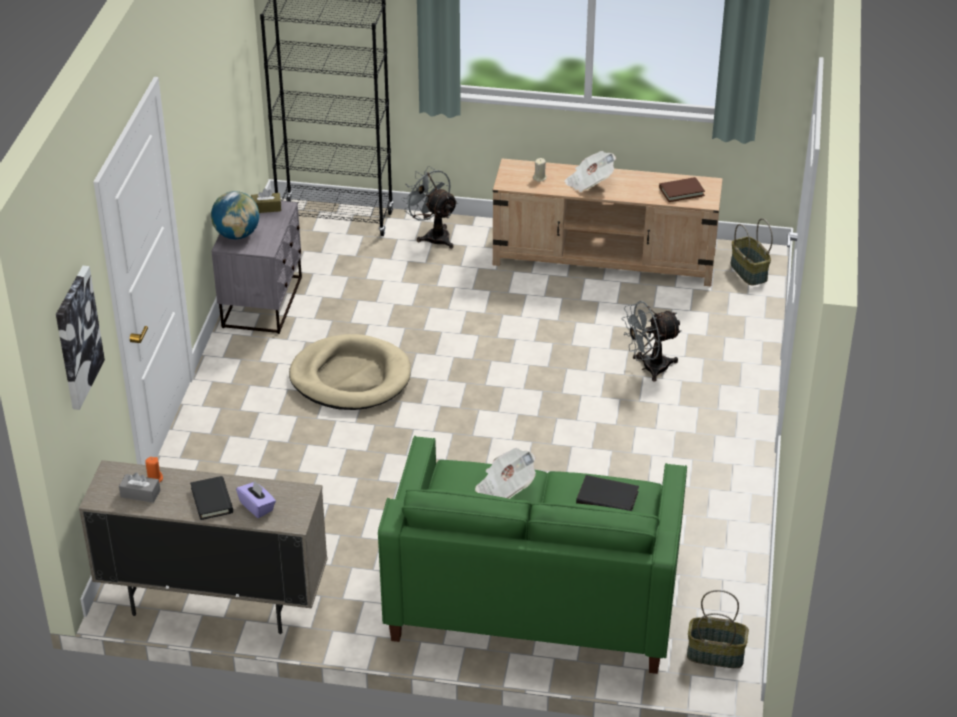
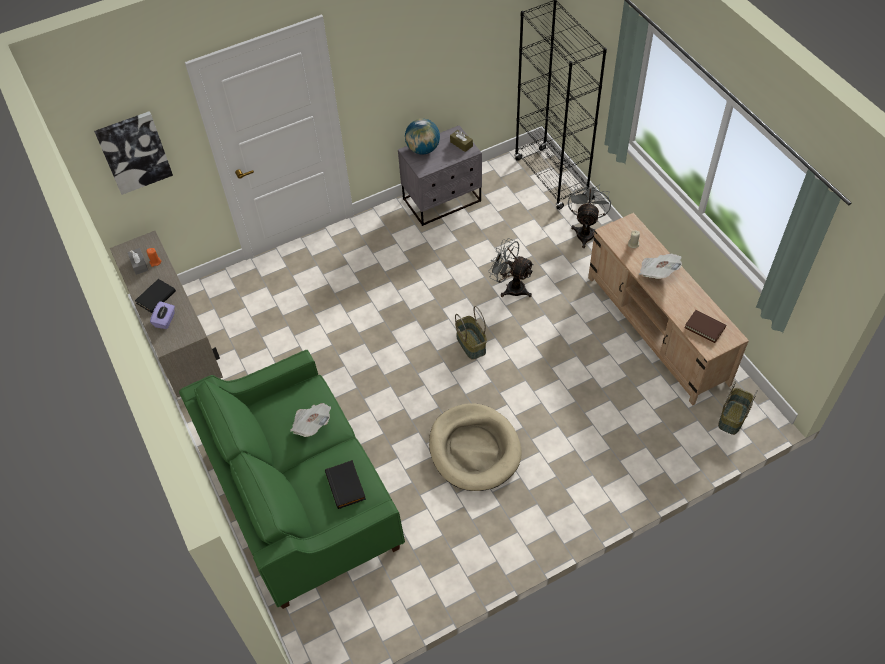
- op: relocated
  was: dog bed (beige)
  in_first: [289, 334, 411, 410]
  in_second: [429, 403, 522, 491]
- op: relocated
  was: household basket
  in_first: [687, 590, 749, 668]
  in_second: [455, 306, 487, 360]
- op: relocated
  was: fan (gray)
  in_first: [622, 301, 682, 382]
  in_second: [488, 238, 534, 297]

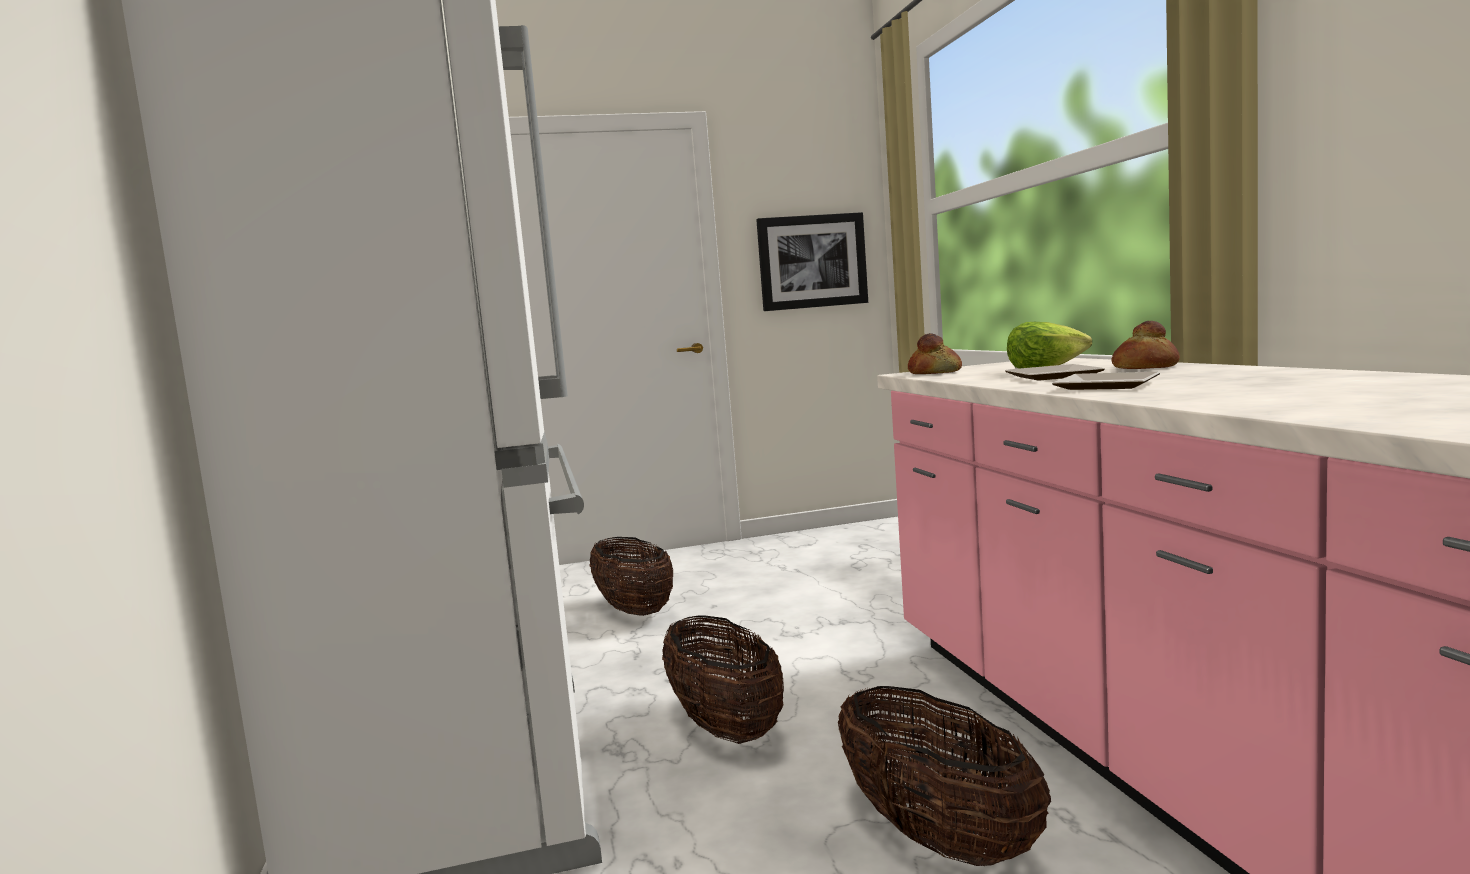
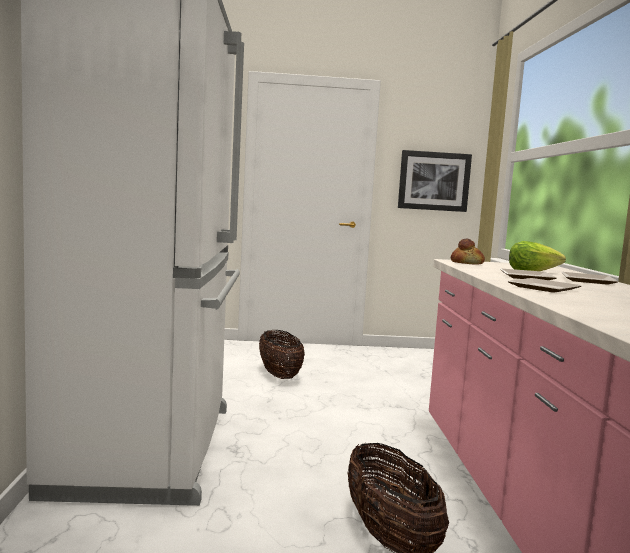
- op: exchanged
  was: bakery bread
  now: plate
  in_first: [1112, 321, 1180, 369]
  in_second: [562, 272, 618, 285]
- op: missing
  was: household basket
  in_first: [662, 615, 784, 744]

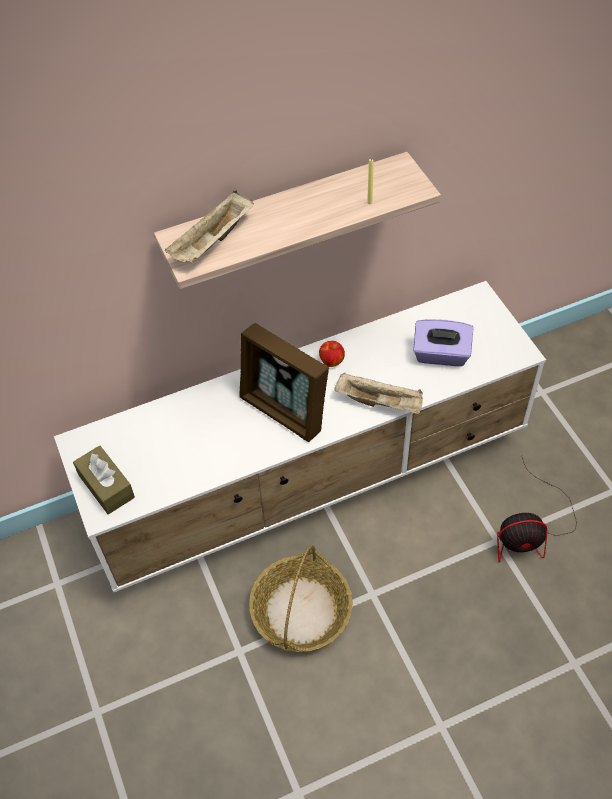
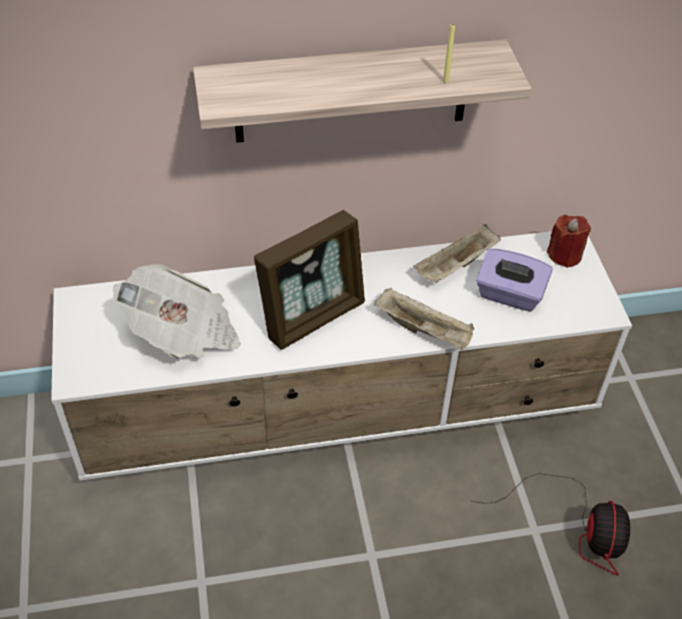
- op: appeared
  now: daily paper
  in_second: [113, 264, 241, 358]
- op: spun
  was: standing frame
  in_first: [239, 323, 329, 442]
  in_second: [254, 210, 365, 350]
  clockwise: -90
- op: relocated
  was: tray (beige)
  in_first: [165, 191, 254, 263]
  in_second: [413, 224, 501, 283]
- op: spun
  was: fan
  in_first: [497, 457, 577, 562]
  in_second: [471, 473, 630, 576]
  clockwise: -90
- op: appeared
  now: wax candle (red-coloured)
  in_second: [547, 215, 591, 268]
- op: missing
  was: box of tissues (brown-coloured)
  in_first: [73, 446, 135, 514]
- op: missing
  was: household basket
  in_first: [249, 545, 352, 652]
- op: missing
  was: apple
  in_first: [319, 341, 345, 367]

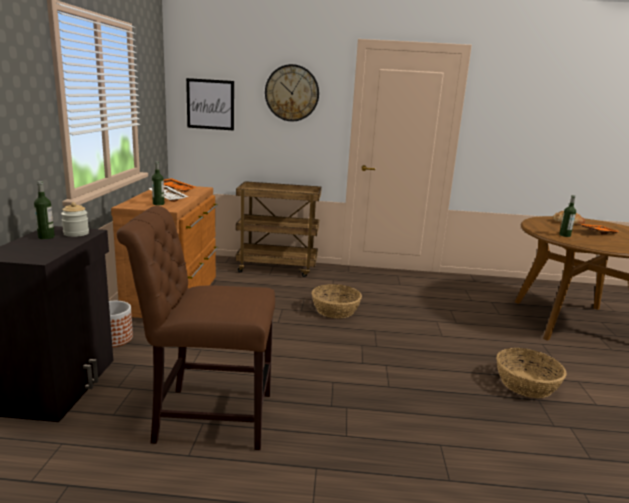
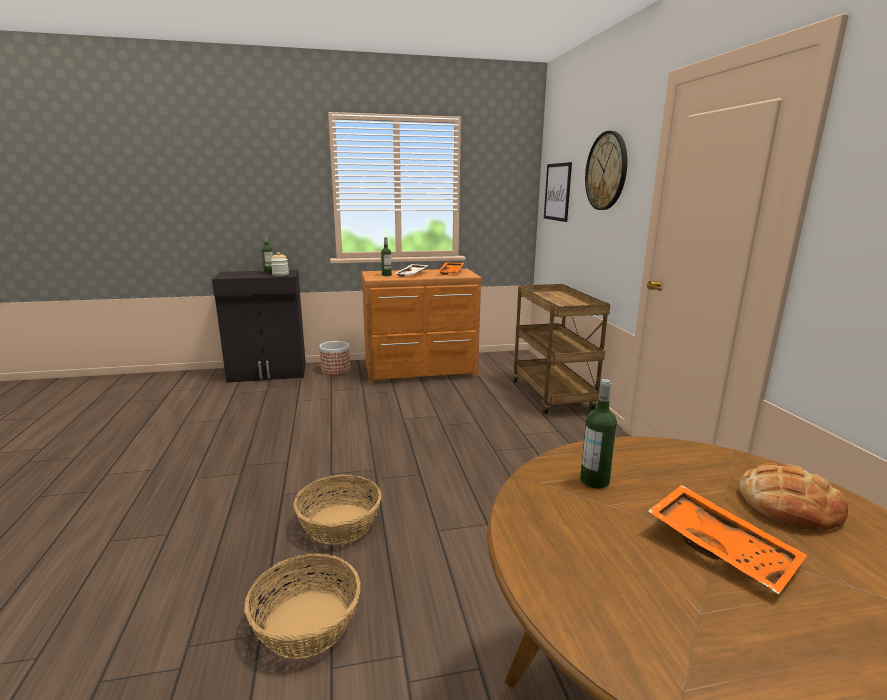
- op: relocated
  was: household basket
  in_first: [312, 284, 362, 318]
  in_second: [294, 475, 382, 545]
- op: missing
  was: chair (brown-coloured)
  in_first: [117, 206, 275, 450]

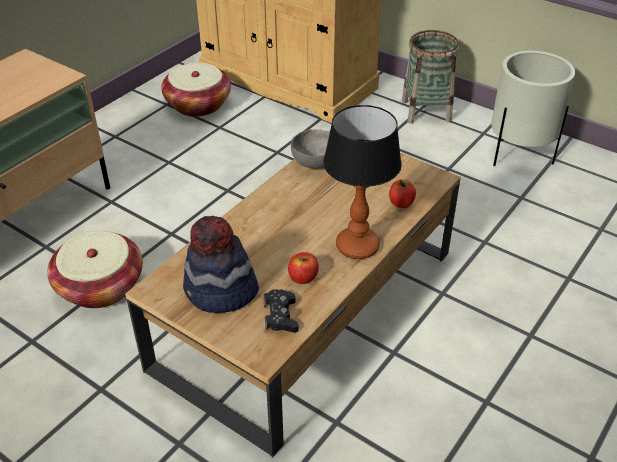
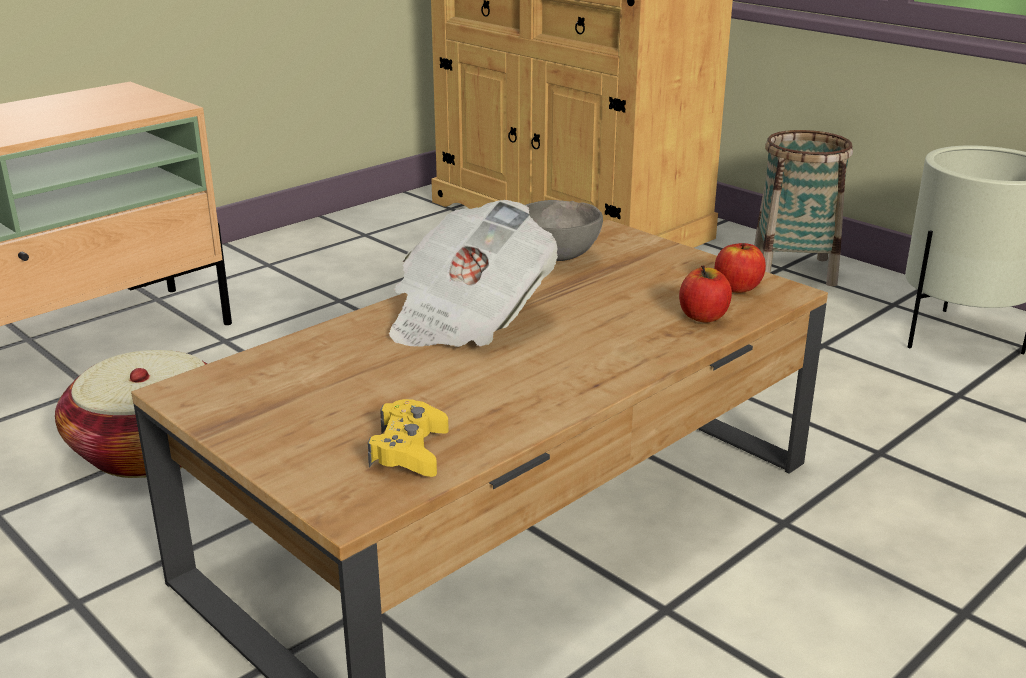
- op: colour
  was: gamepad (black)
  now: gamepad (yellow-coloured)
  in_first: [263, 289, 299, 333]
  in_second: [368, 399, 449, 477]
- op: appeared
  now: daily paper
  in_second: [389, 200, 558, 347]
- op: relocated
  was: apple
  in_first: [288, 252, 319, 284]
  in_second: [715, 243, 766, 293]
- op: missing
  was: household basket
  in_first: [161, 62, 231, 117]
- op: missing
  was: clothing hat
  in_first: [183, 216, 259, 313]
- op: missing
  was: tabletop lamp
  in_first: [323, 105, 402, 259]

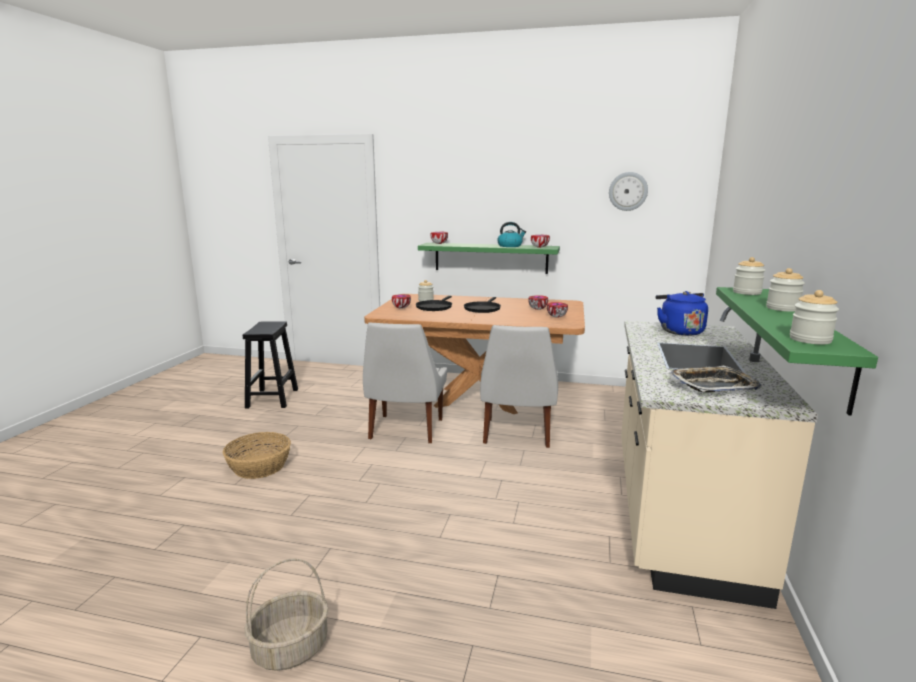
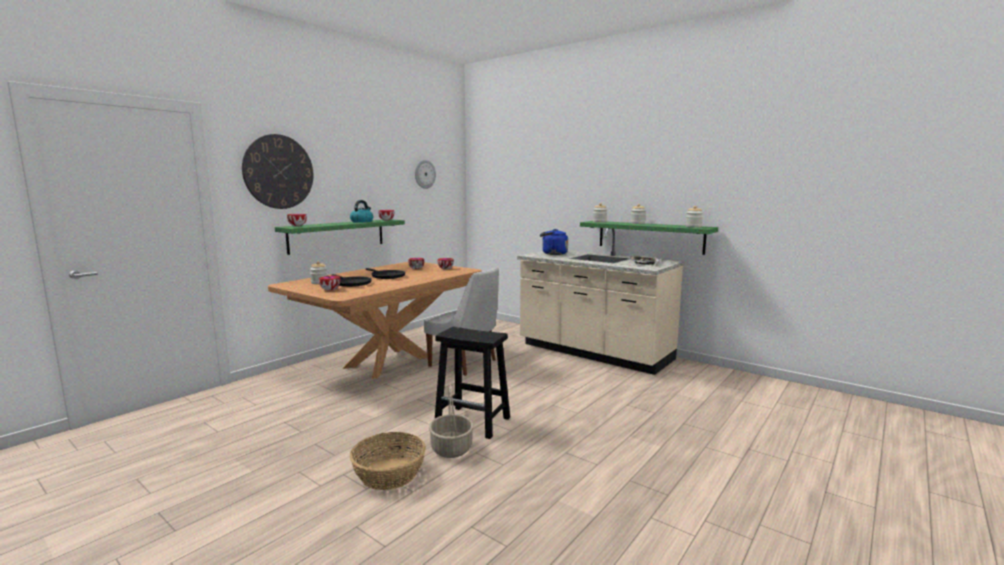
- op: appeared
  now: hanging clock
  in_second: [242, 134, 313, 209]
- op: relocated
  was: household basket
  in_first: [245, 558, 328, 671]
  in_second: [429, 384, 474, 458]
- op: relocated
  was: stool (black)
  in_first: [243, 321, 298, 408]
  in_second: [435, 327, 510, 439]
- op: missing
  was: chair (whitish)
  in_first: [363, 322, 447, 443]

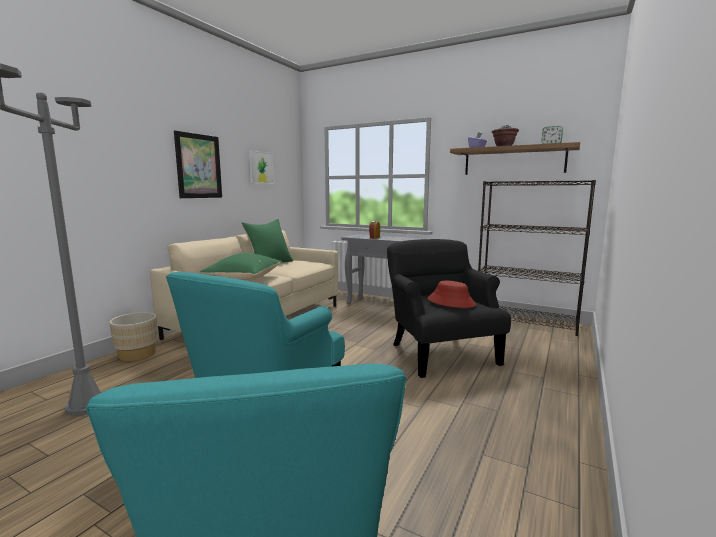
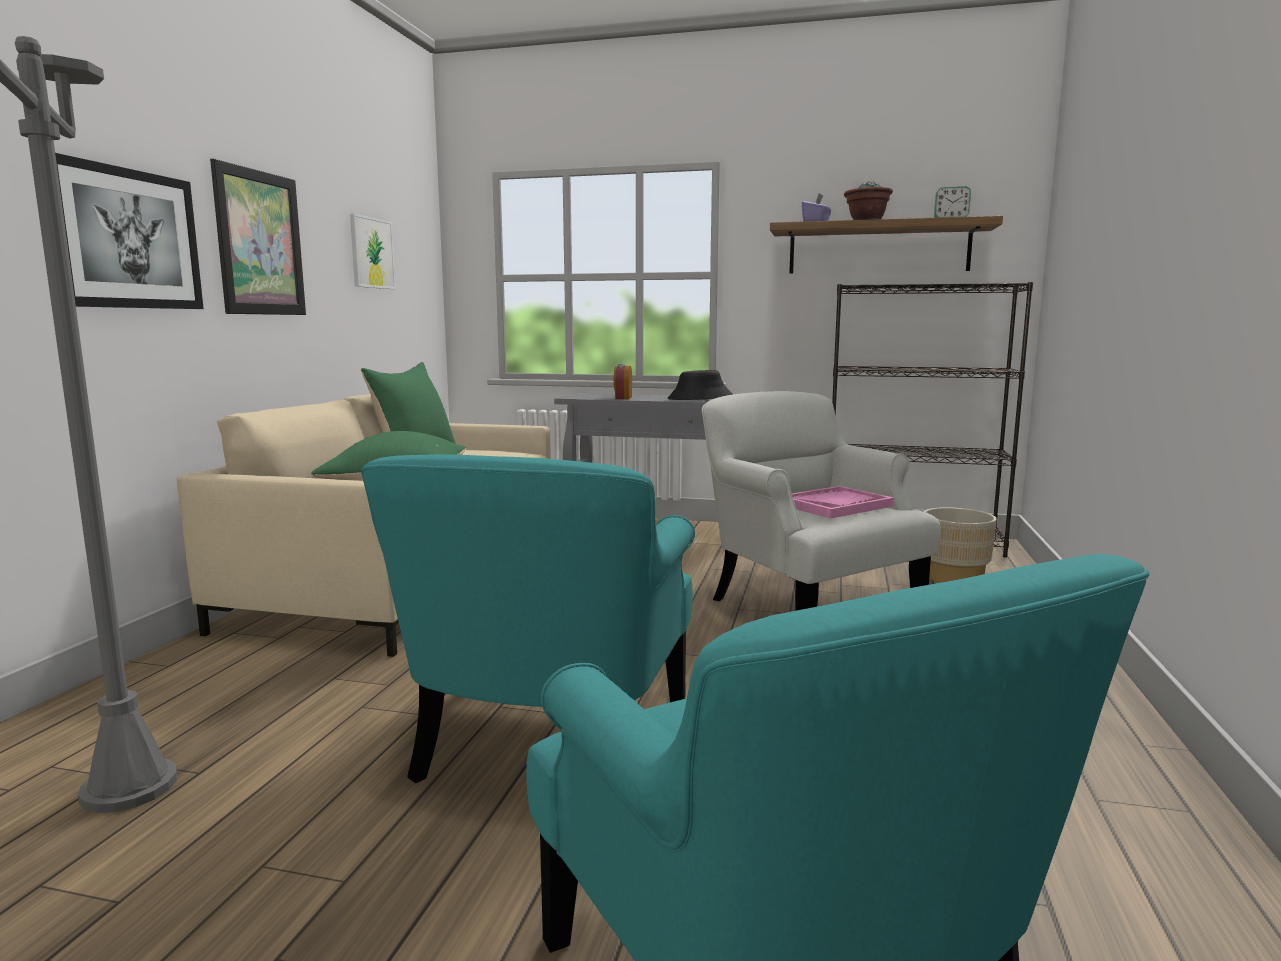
- op: appeared
  now: wall art
  in_second: [55, 153, 204, 309]
- op: appeared
  now: clothing hat (black)
  in_second: [668, 370, 733, 400]
- op: colour
  was: easy chair (black)
  now: easy chair (whitish)
  in_first: [387, 239, 511, 378]
  in_second: [702, 391, 941, 611]
- op: exchanged
  was: clothing hat (red-coloured)
  now: tray (pink-coloured)
  in_first: [427, 281, 476, 308]
  in_second: [792, 486, 894, 519]
- op: relocated
  was: flower pot (beige)
  in_first: [109, 312, 158, 361]
  in_second: [923, 507, 997, 583]

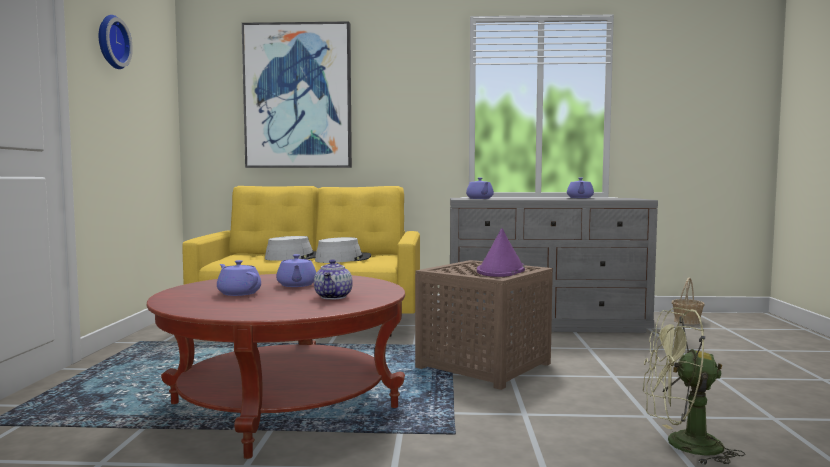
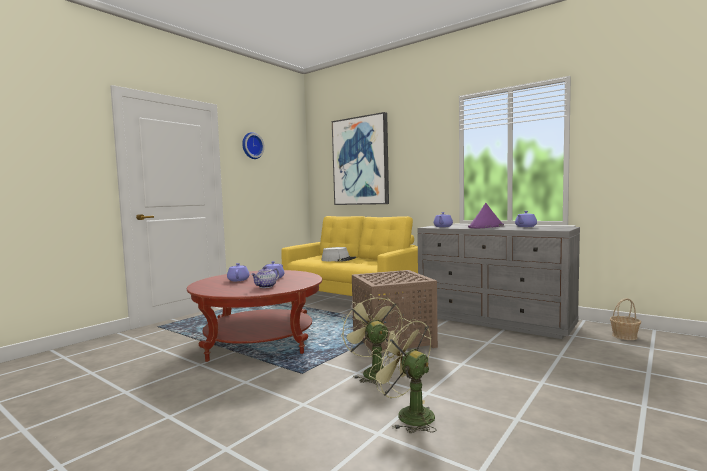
- op: appeared
  now: fan (greenish)
  in_second: [341, 294, 403, 385]
- op: relocated
  was: clothing hat (purple-coloured)
  in_first: [477, 228, 525, 277]
  in_second: [468, 203, 504, 228]
- op: missing
  was: clothing hat (gray)
  in_first: [315, 237, 371, 263]

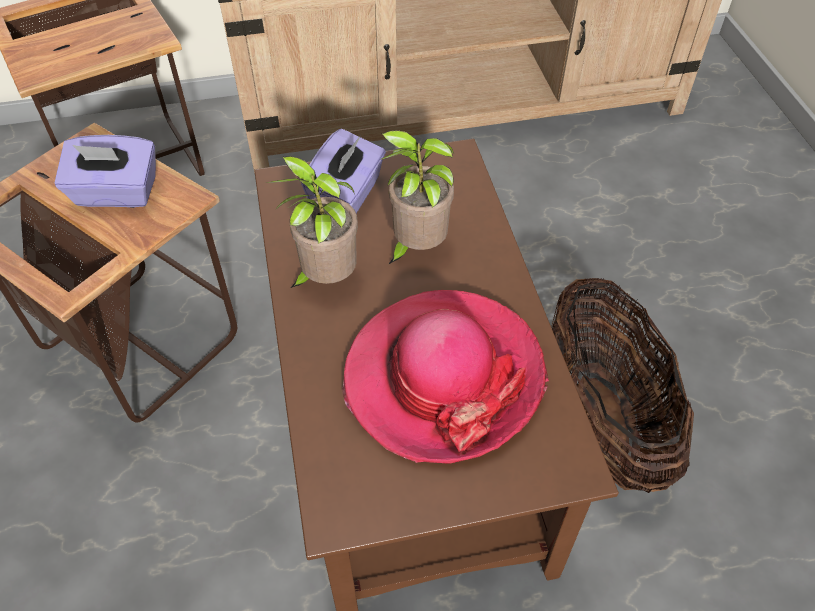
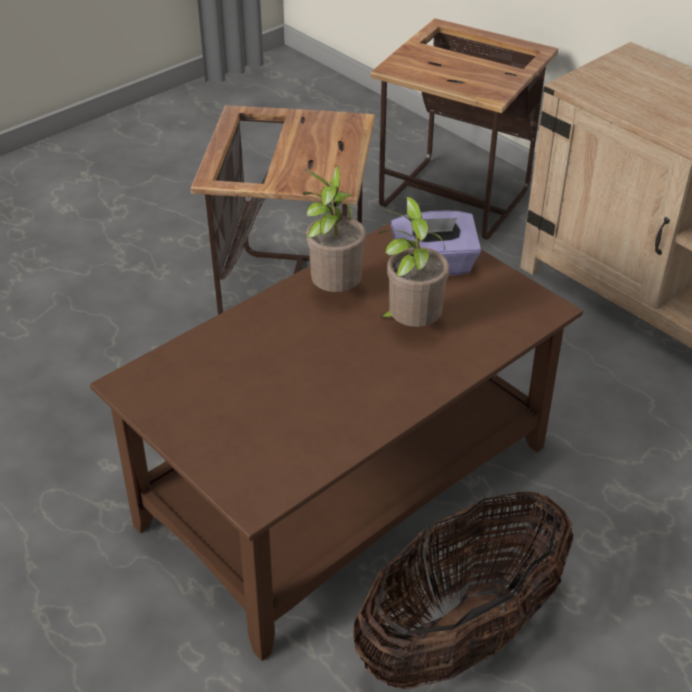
- op: missing
  was: box of tissues (purple-coloured)
  in_first: [55, 135, 156, 207]
- op: missing
  was: clothing hat
  in_first: [342, 290, 549, 463]

